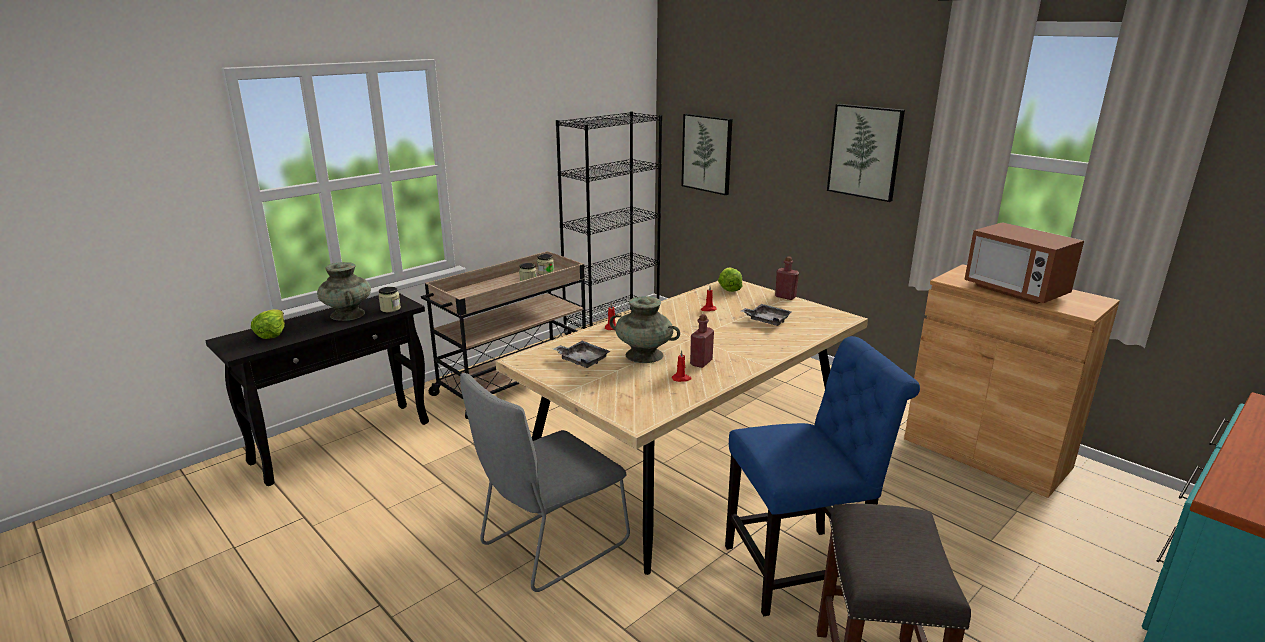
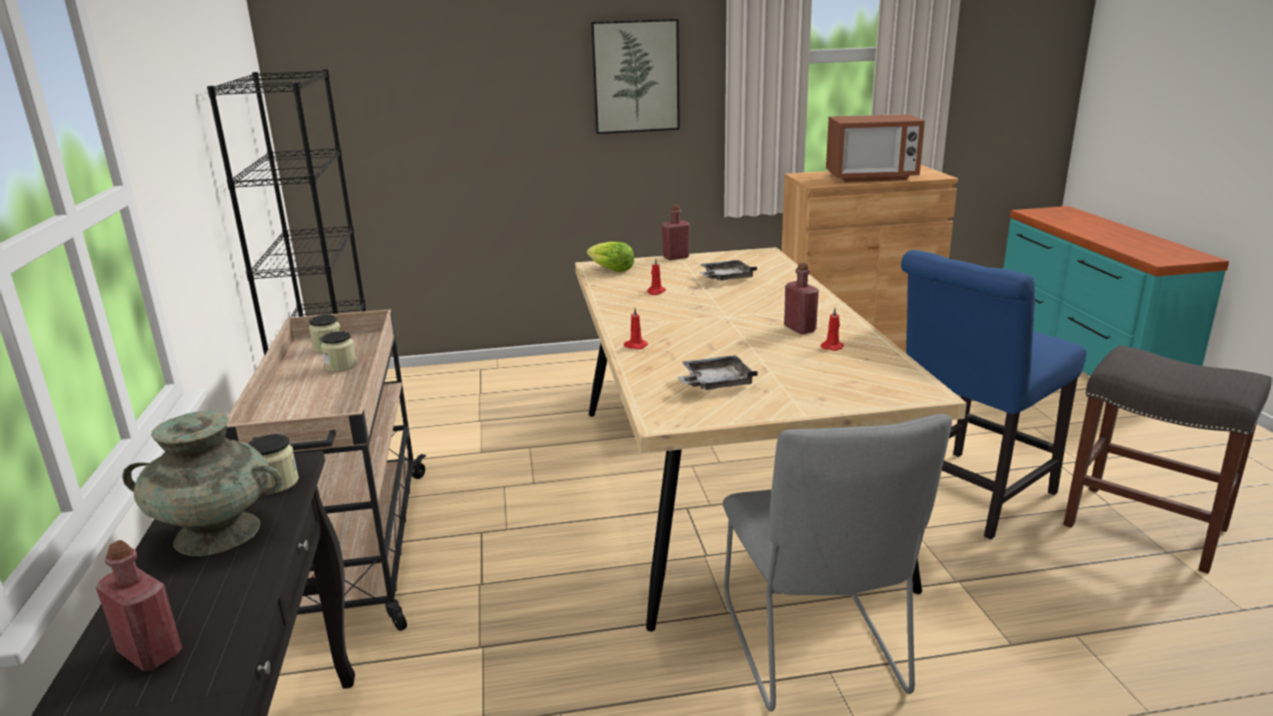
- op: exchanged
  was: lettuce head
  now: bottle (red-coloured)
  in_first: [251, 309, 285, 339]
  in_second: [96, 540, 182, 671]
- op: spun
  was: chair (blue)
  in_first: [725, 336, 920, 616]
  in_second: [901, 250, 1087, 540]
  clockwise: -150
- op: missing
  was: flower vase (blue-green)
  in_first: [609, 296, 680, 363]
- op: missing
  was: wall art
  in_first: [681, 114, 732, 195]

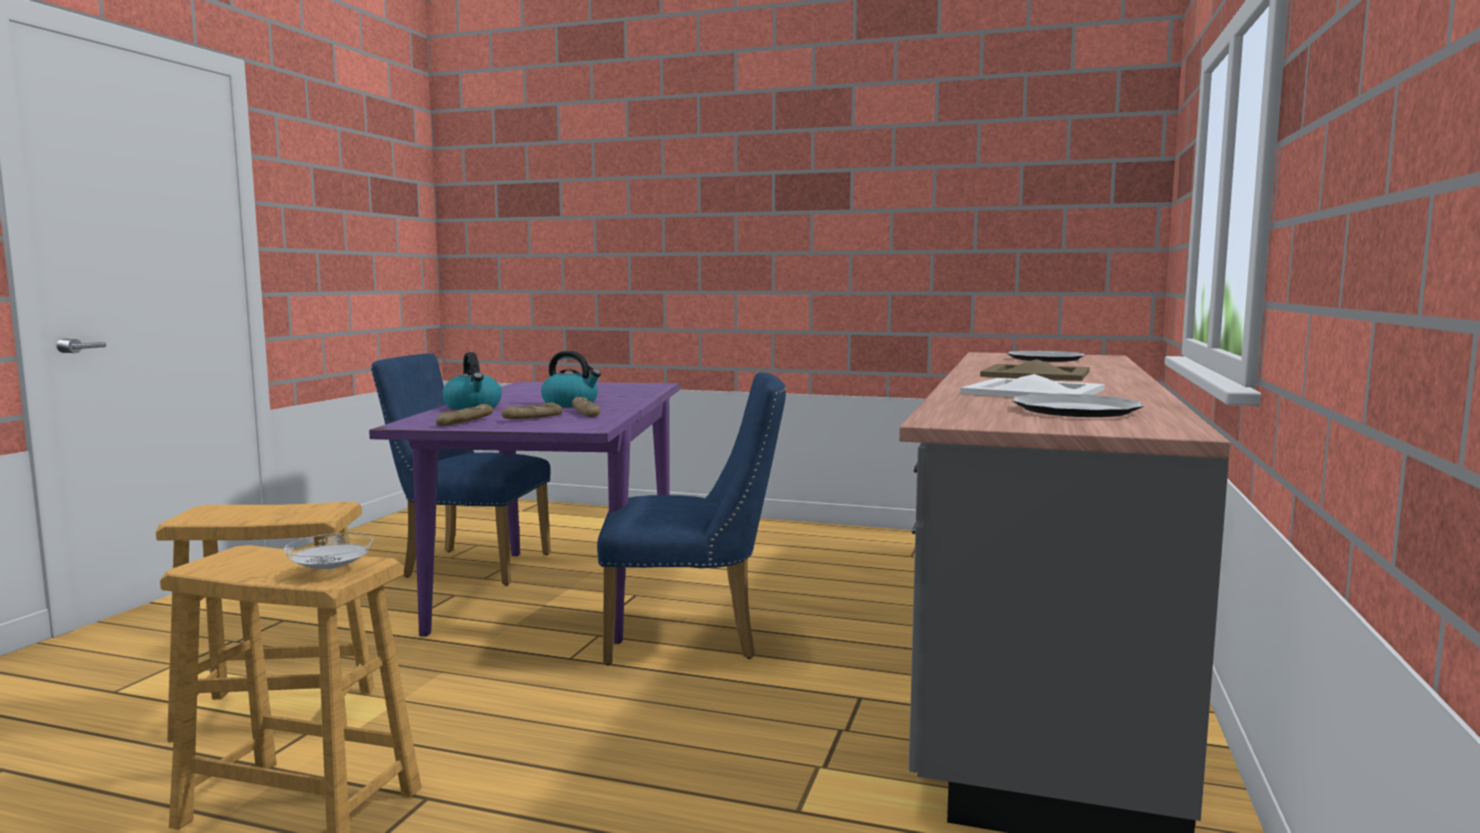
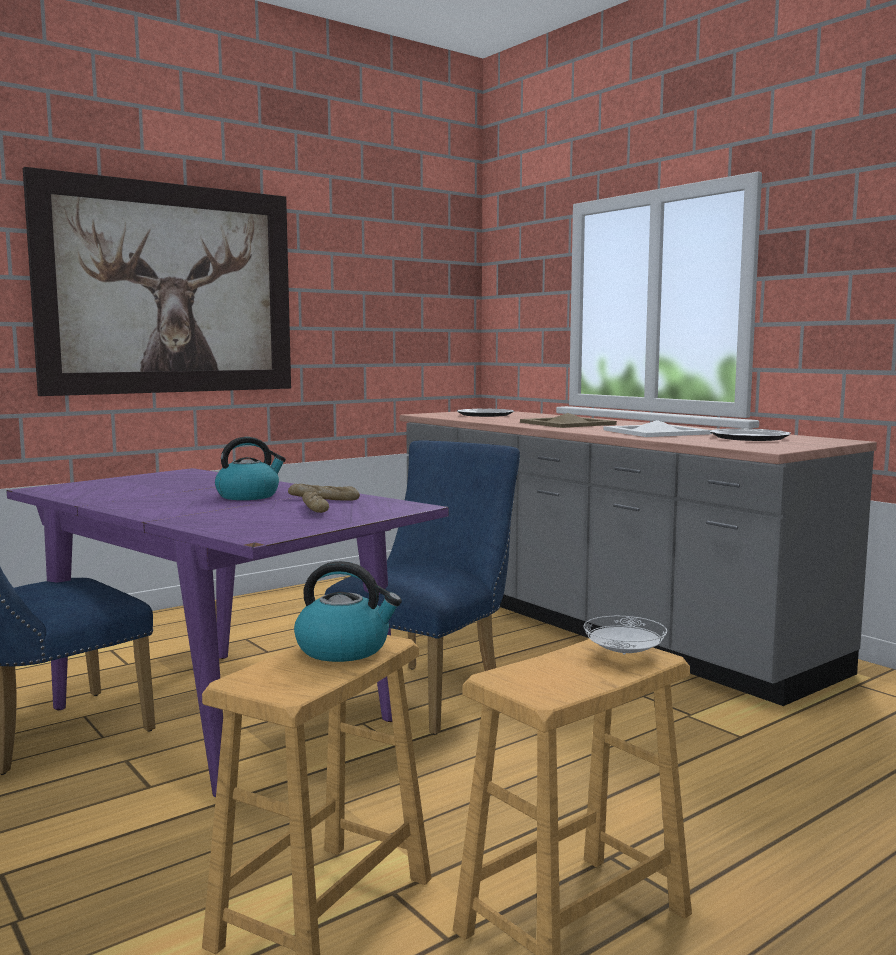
- op: appeared
  now: wall art
  in_second: [23, 167, 291, 396]
- op: relocated
  was: tea kettle
  in_first: [442, 352, 502, 410]
  in_second: [294, 561, 402, 662]
- op: missing
  was: bakery bread
  in_first: [436, 404, 493, 426]

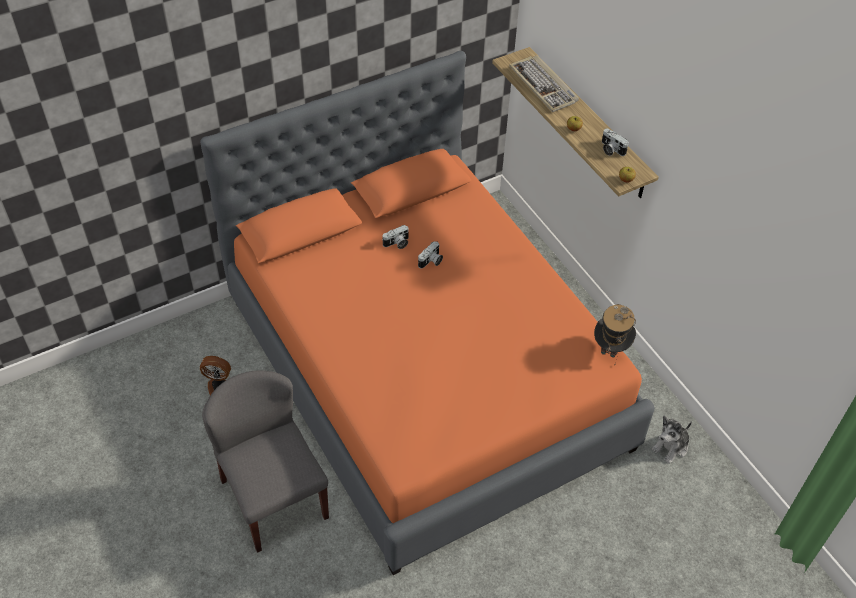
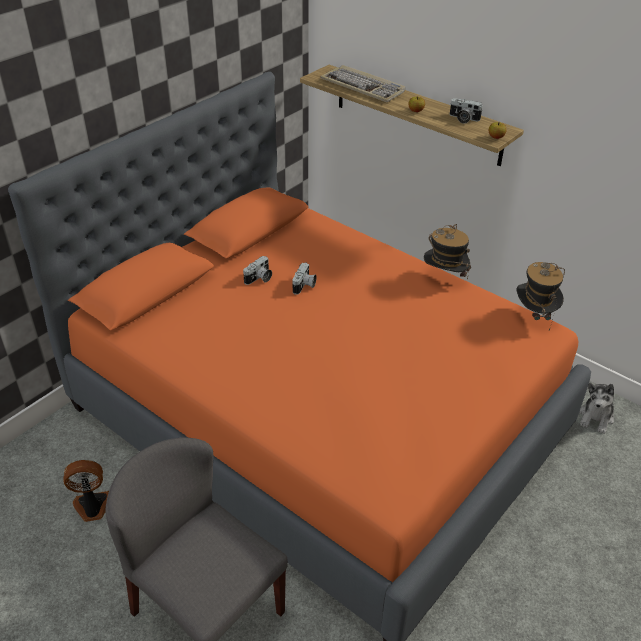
- op: appeared
  now: clothing hat
  in_second: [424, 224, 471, 280]

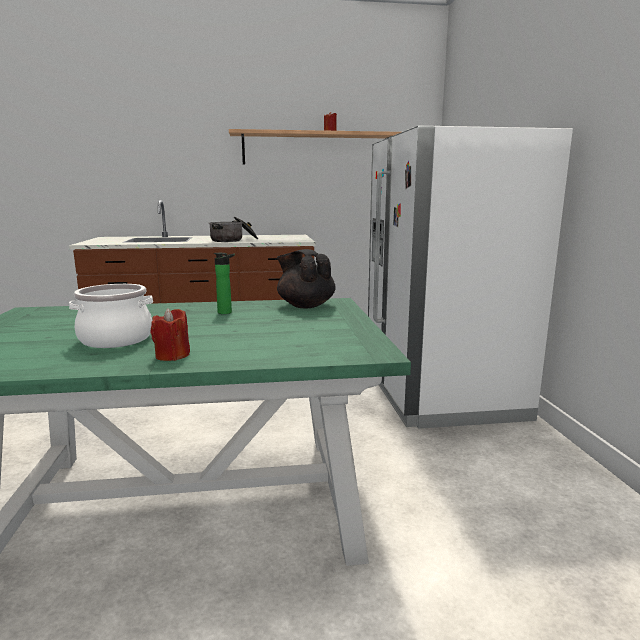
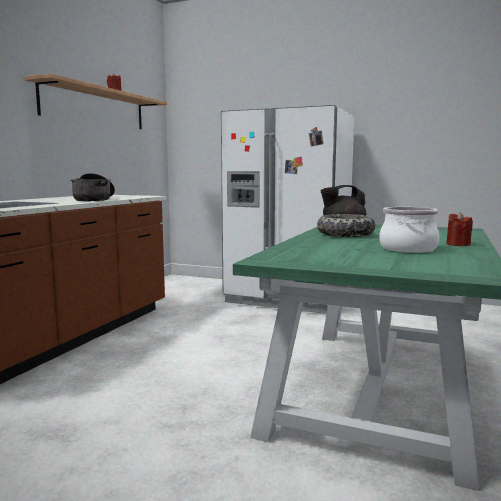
- op: exchanged
  was: bottle
  now: serving bowl
  in_first: [214, 253, 235, 314]
  in_second: [317, 214, 375, 237]

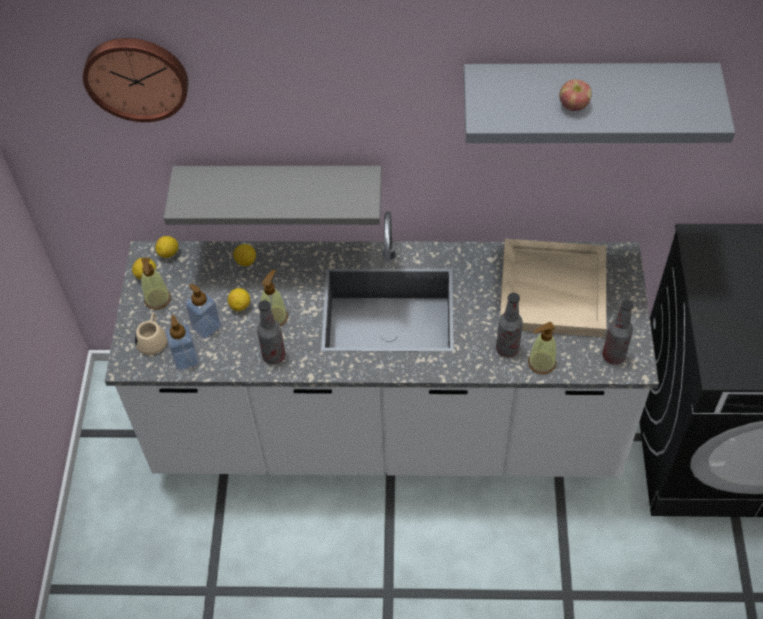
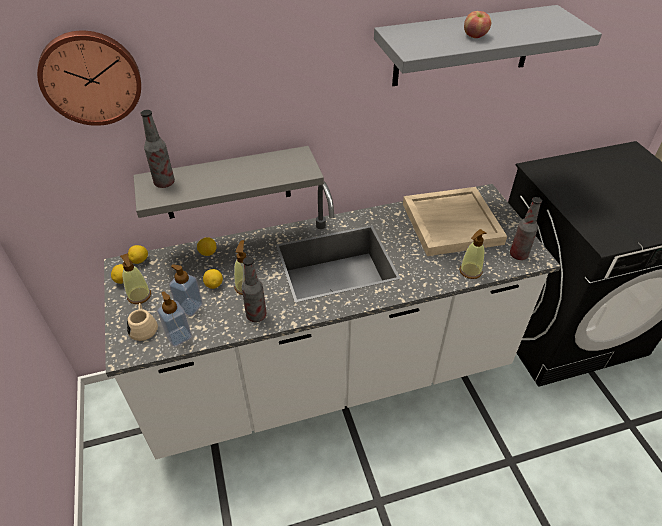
- op: relocated
  was: bottle
  in_first: [496, 293, 523, 358]
  in_second: [140, 110, 175, 188]

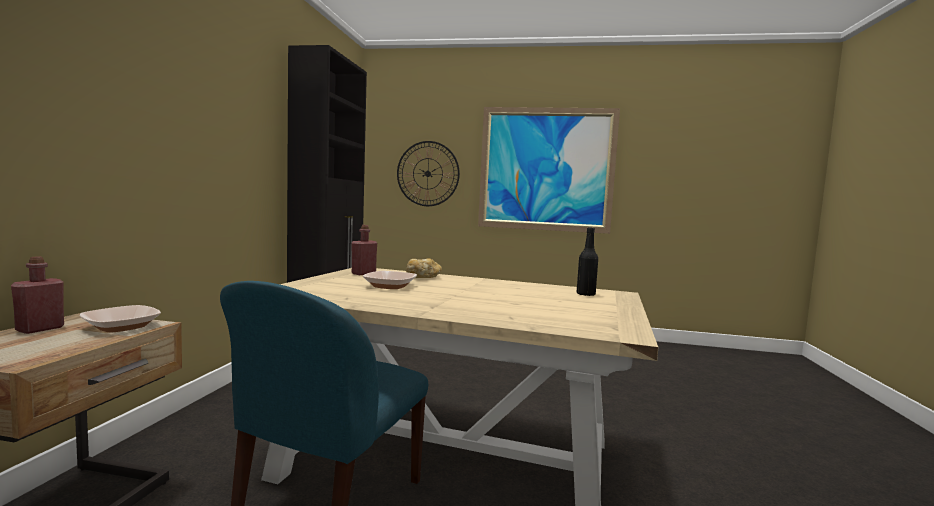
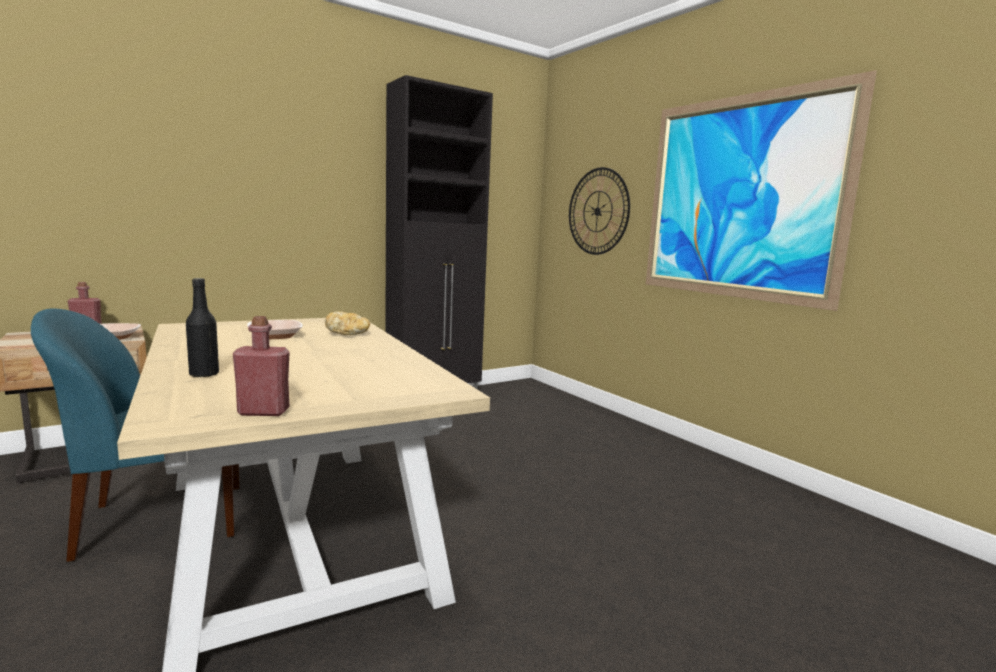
- op: relocated
  was: bottle (black)
  in_first: [577, 227, 598, 296]
  in_second: [186, 278, 219, 378]
- op: relocated
  was: bottle (red-coloured)
  in_first: [351, 225, 377, 275]
  in_second: [233, 316, 290, 416]

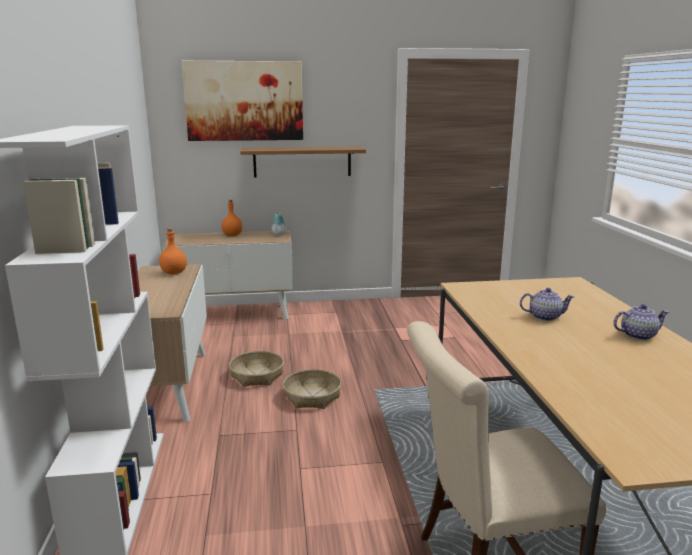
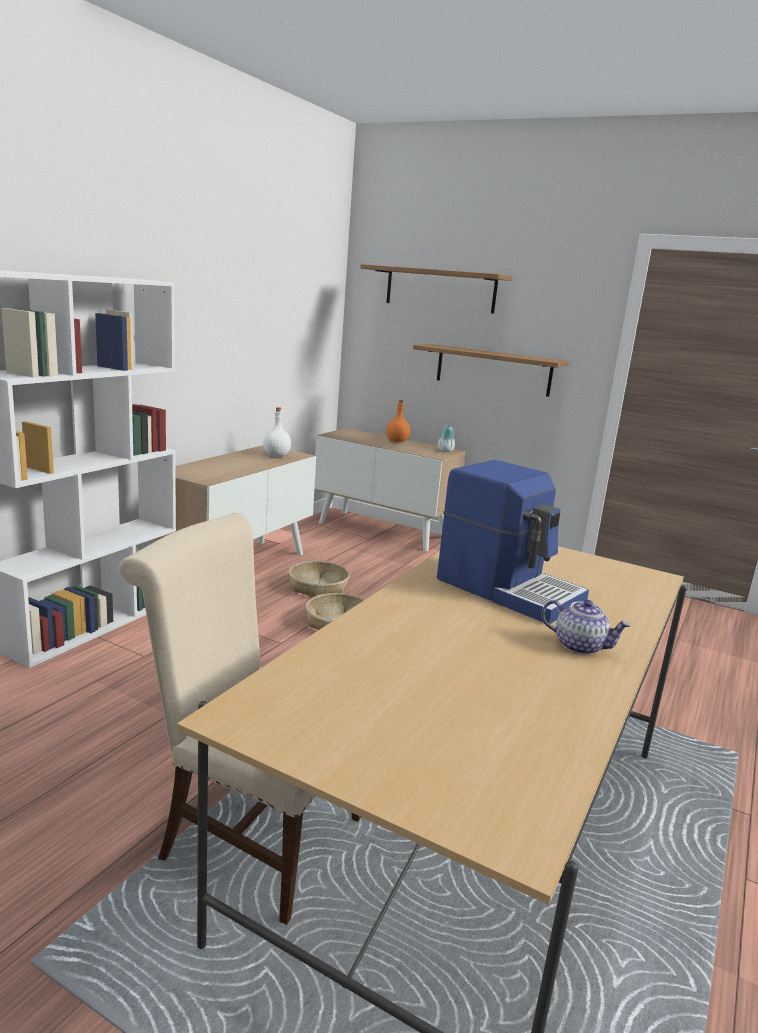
- op: colour
  was: bottle (orangey)
  now: bottle (whitish)
  in_first: [159, 228, 187, 274]
  in_second: [263, 407, 291, 457]
- op: exchanged
  was: wall art
  now: bracket shelf
  in_first: [182, 61, 303, 141]
  in_second: [361, 264, 512, 314]
- op: exchanged
  was: teapot
  now: coffee brewer
  in_first: [520, 288, 575, 321]
  in_second: [437, 460, 589, 624]

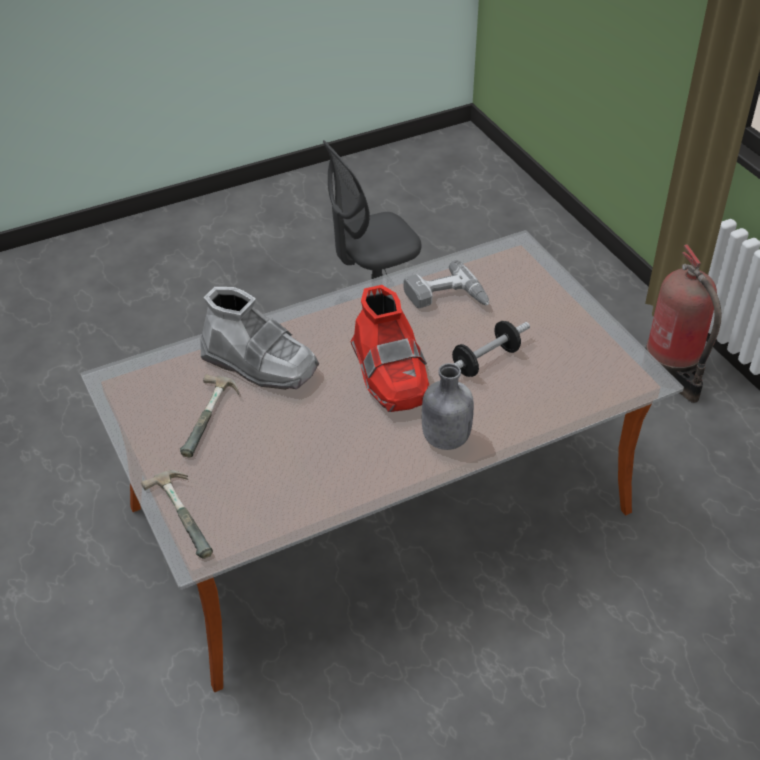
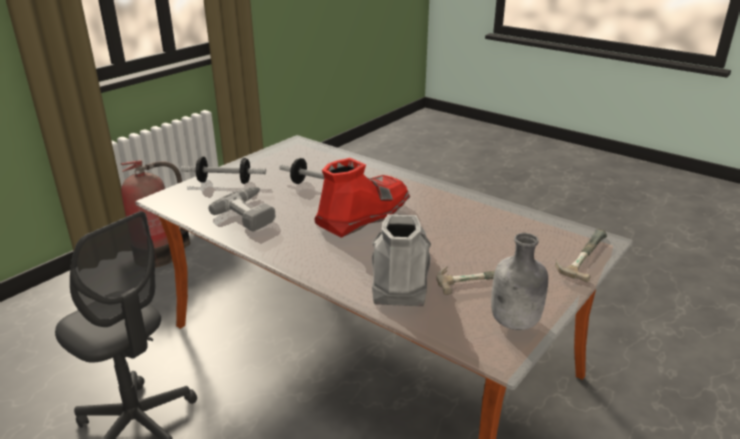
- op: appeared
  now: hand weight
  in_second: [181, 156, 266, 184]
- op: relocated
  was: bottle (gray)
  in_first: [422, 363, 474, 450]
  in_second: [491, 233, 548, 330]

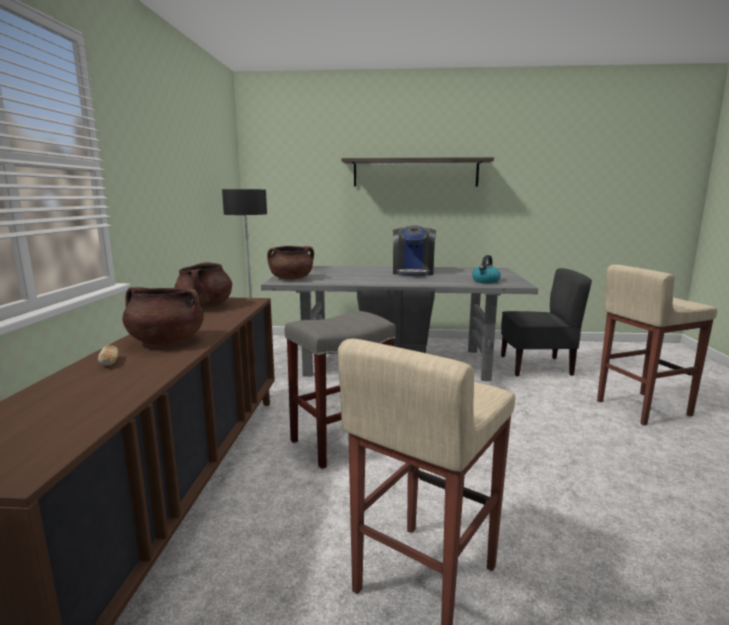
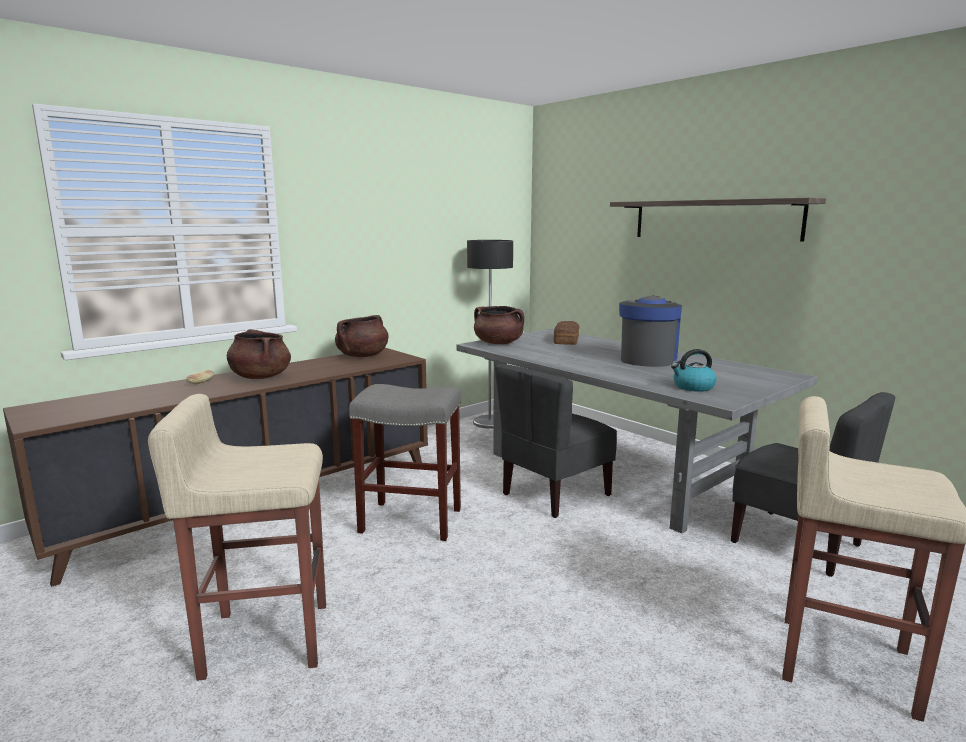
- op: appeared
  now: bakery bread
  in_second: [553, 321, 580, 345]
- op: spun
  was: coffee brewer
  in_first: [393, 225, 436, 276]
  in_second: [619, 296, 682, 367]
  clockwise: 150

